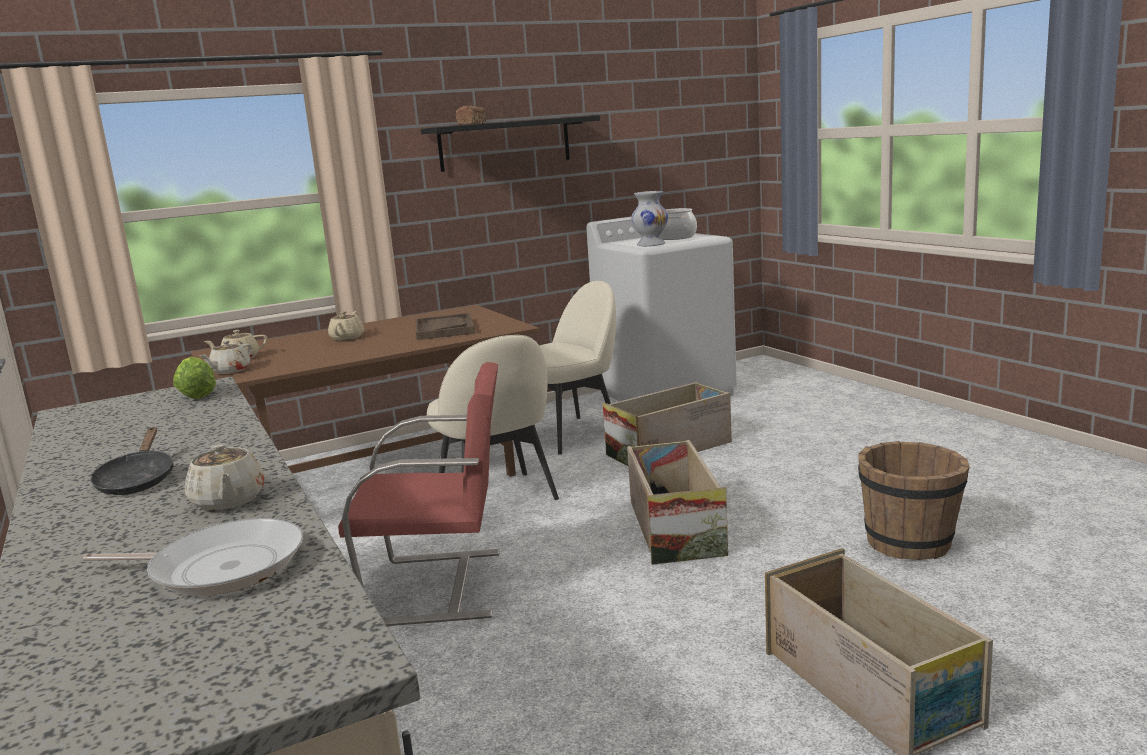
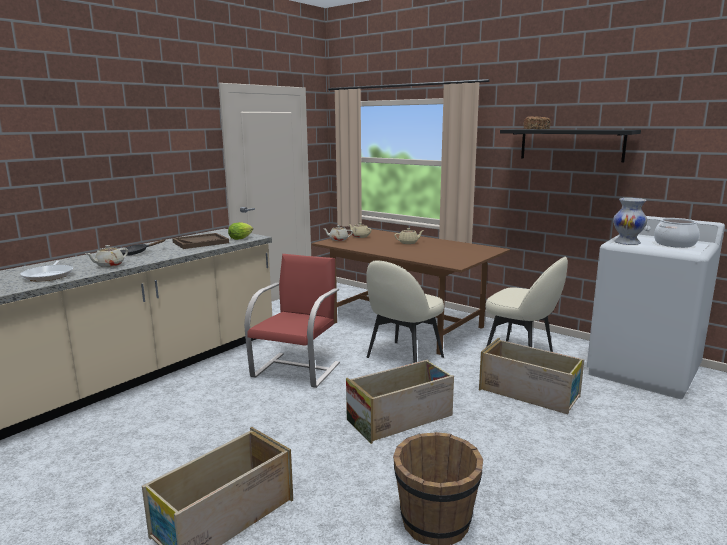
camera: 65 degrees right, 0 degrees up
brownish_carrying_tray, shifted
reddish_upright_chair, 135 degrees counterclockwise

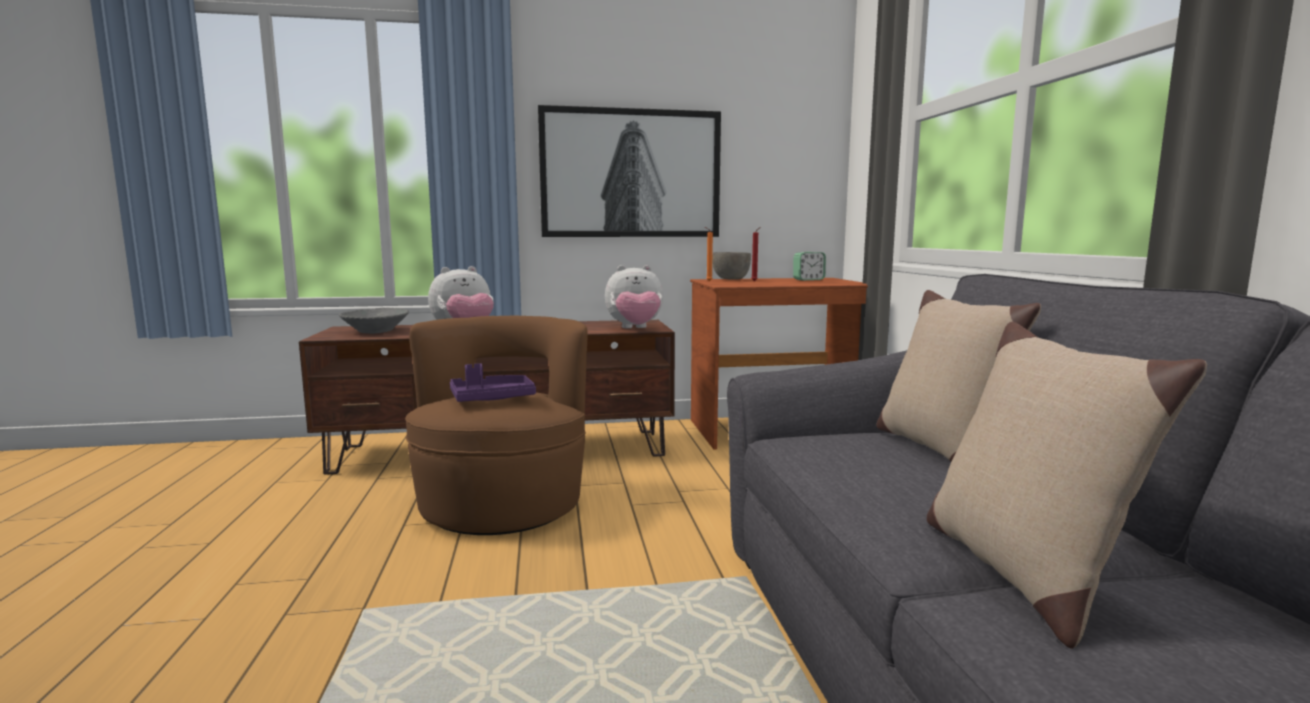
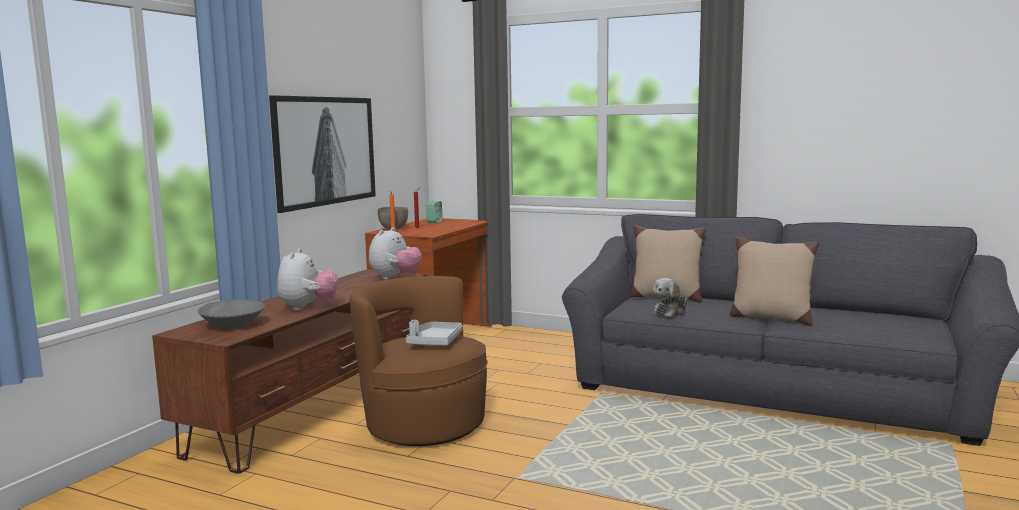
camera: 55 degrees left, 0 degrees up
purple_carrying_tray -> greyish_carrying_tray
none -> cuddly_toy (no. 3 from left)

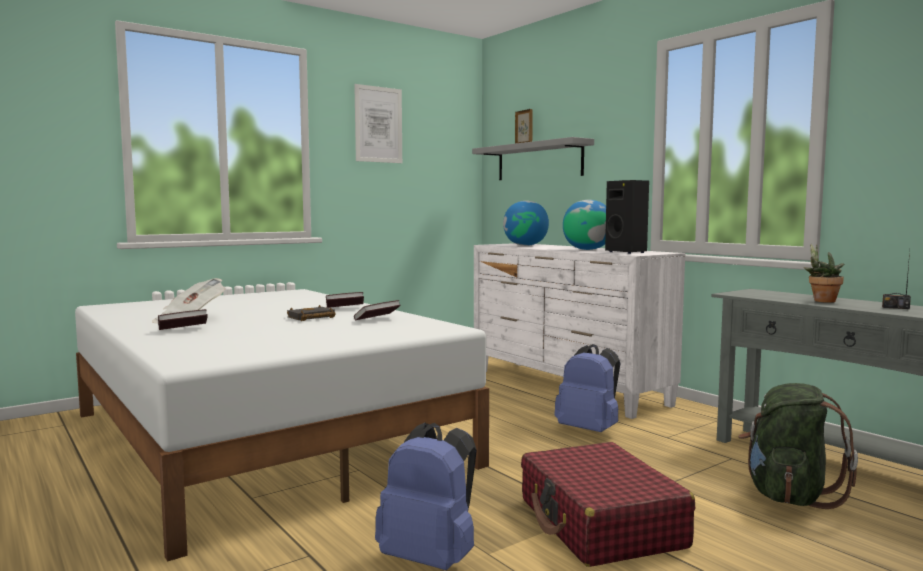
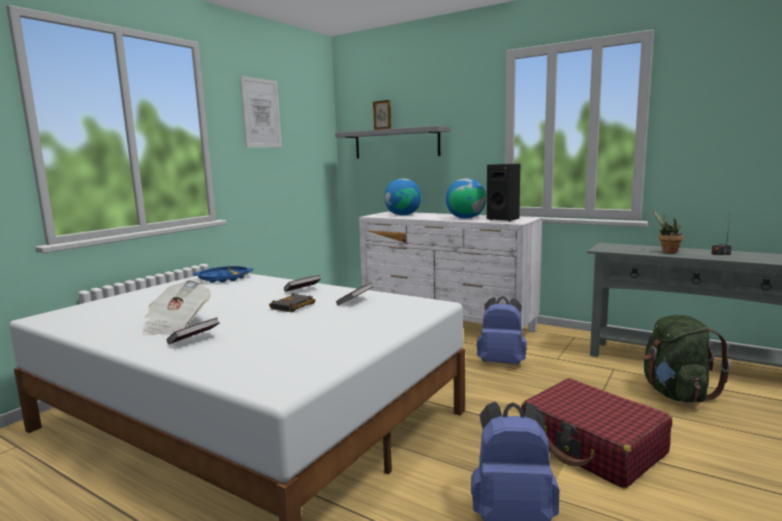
camera: 20 degrees left, 5 degrees up
none -> blue_carrying_tray

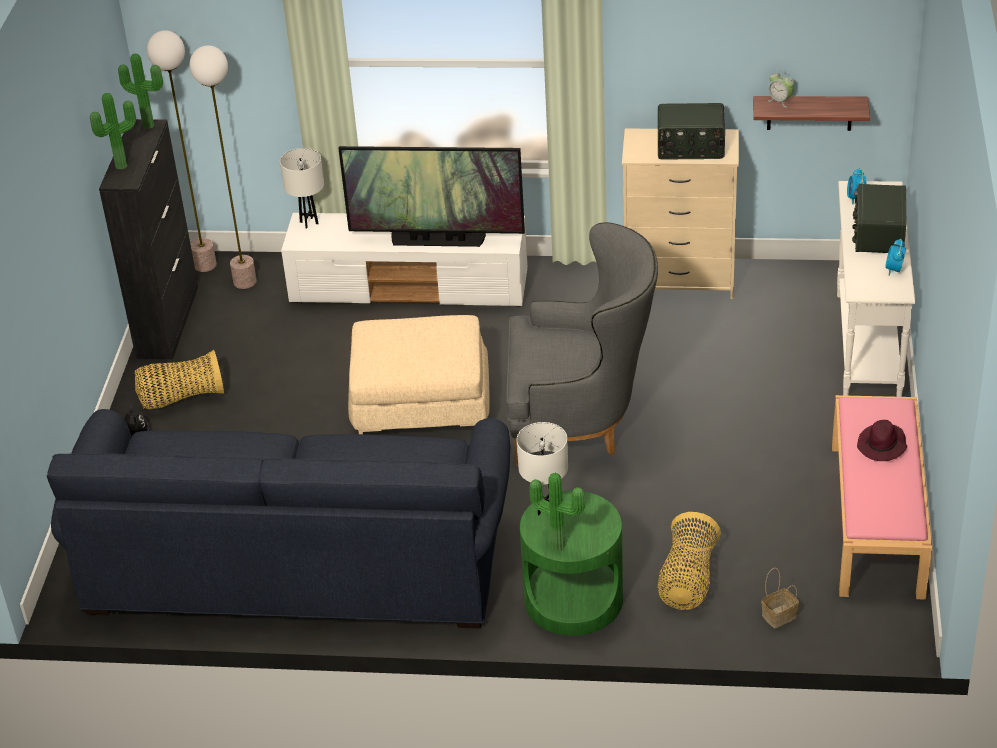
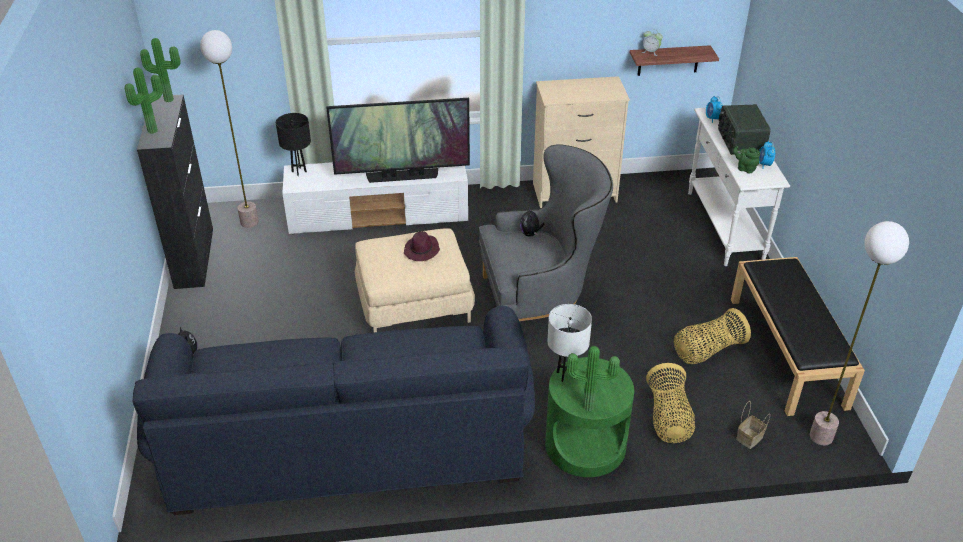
camera: 15 degrees left, 0 degrees up
white_table_lamp (no. 1 from left) -> black_table_lamp
purple_clothing_hat, shifted
none -> cuddly_toy (no. 2 from left)
storage_basket (no. 1 from left in the first image) -> storage_basket (no. 2 from left), shifted
pink-coloured_long_seat -> black_long_seat
none -> green_teapot
floor_lamp (no. 1 from left in the first image) -> floor_lamp (no. 2 from left), shifted
radio_receiver (no. 1 from left) -> none

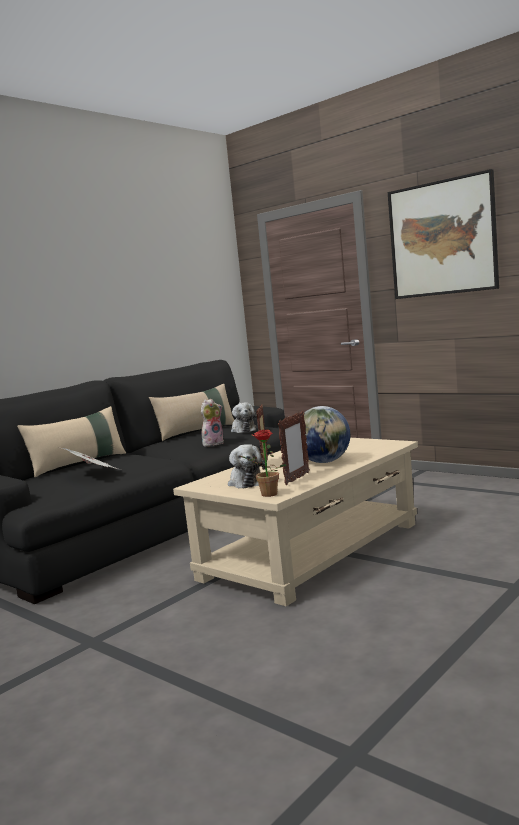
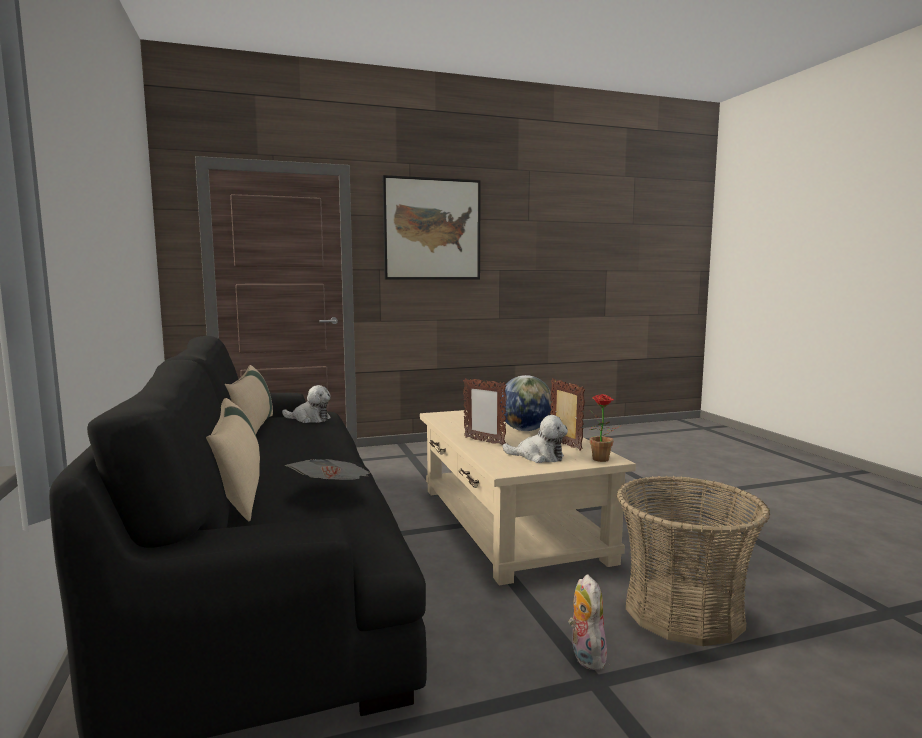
camera: 60 degrees left, 0 degrees up
cuddly_toy (no. 1 from left in the first image) -> cuddly_toy (no. 3 from left), shifted
none -> storage_basket

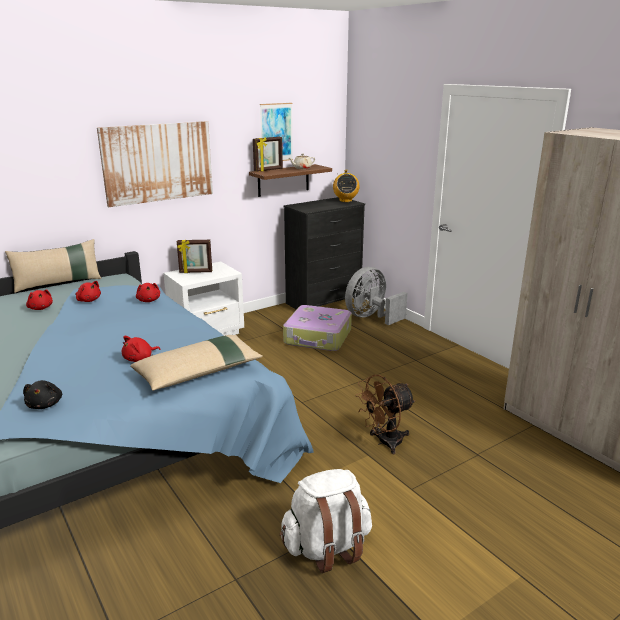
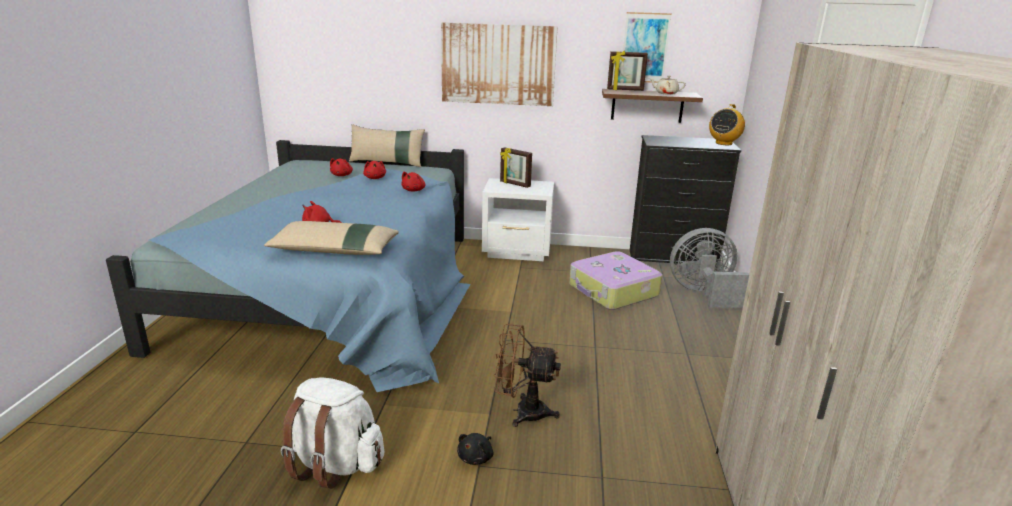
camera: 40 degrees right, 0 degrees up
black_cuddly_toy, shifted

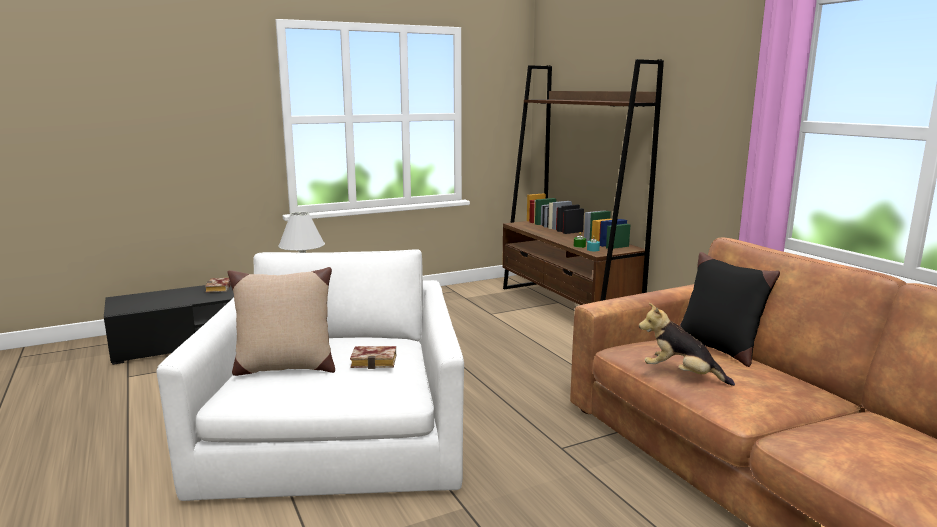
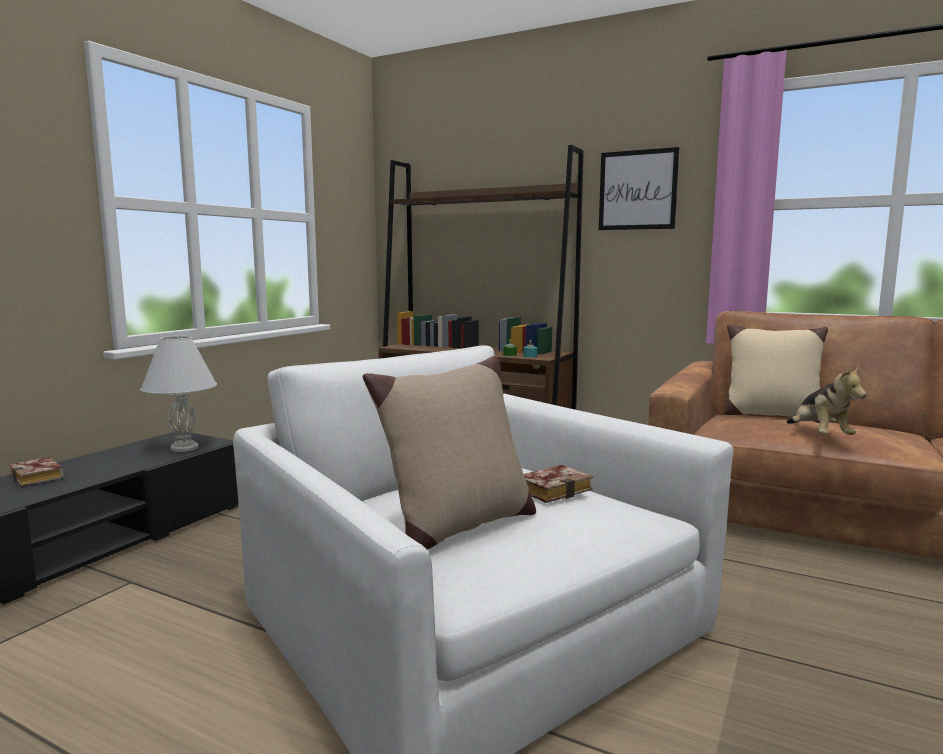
camera: 35 degrees left, 5 degrees down
none -> picture
black_throw_pillow -> beige-coloured_throw_pillow (no. 2 from left)
cuddly_toy, 90 degrees counterclockwise

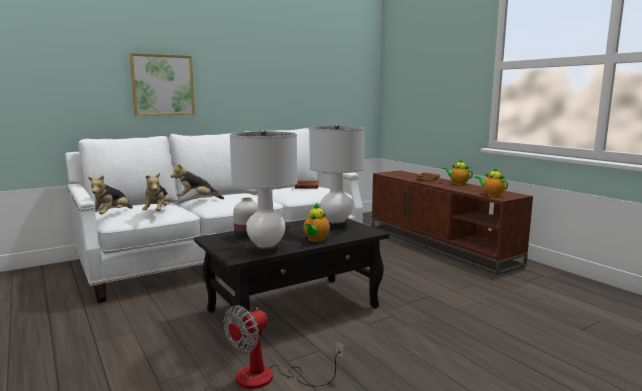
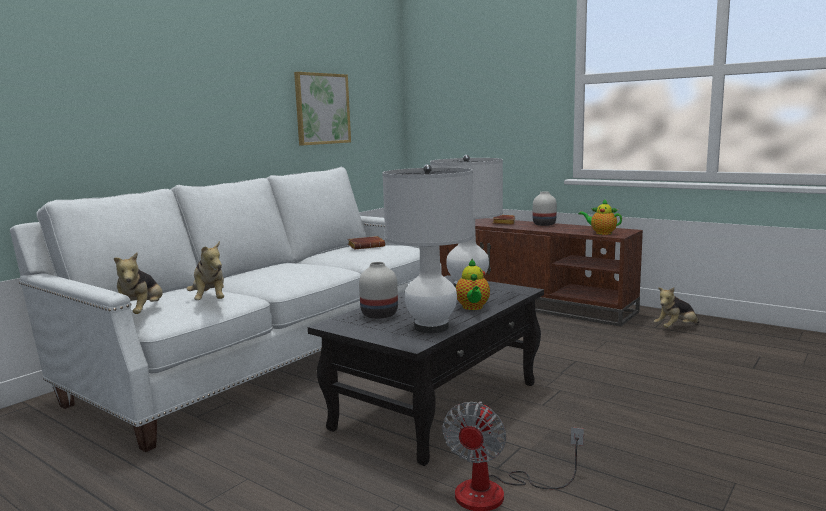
camera: 20 degrees left, 0 degrees up
picture, shifted
teapot (no. 2 from left) -> white_decorative_vase (no. 2 from left)
cuddly_toy (no. 3 from left), shifted

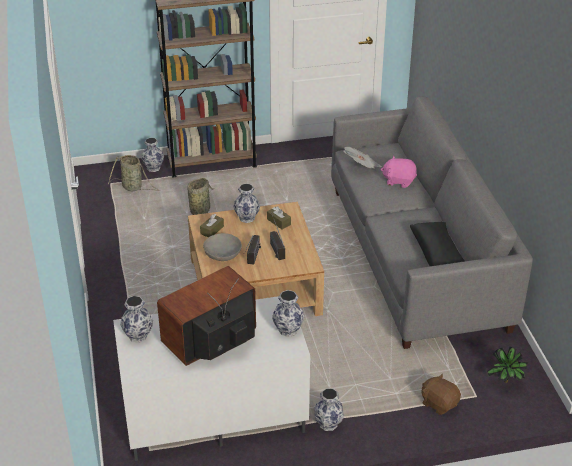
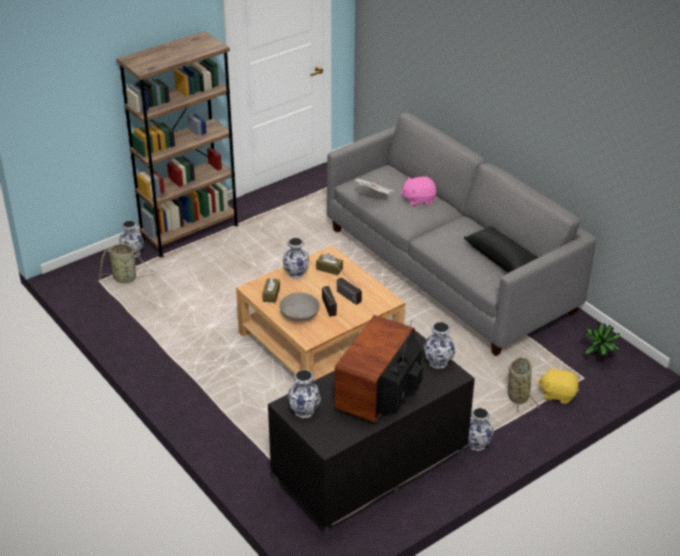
camera: 25 degrees left, 0 degrees up
white_tv_unit -> black_tv_unit
storage_basket (no. 2 from left), shifted
brownish_cuddly_toy -> yellow_cuddly_toy

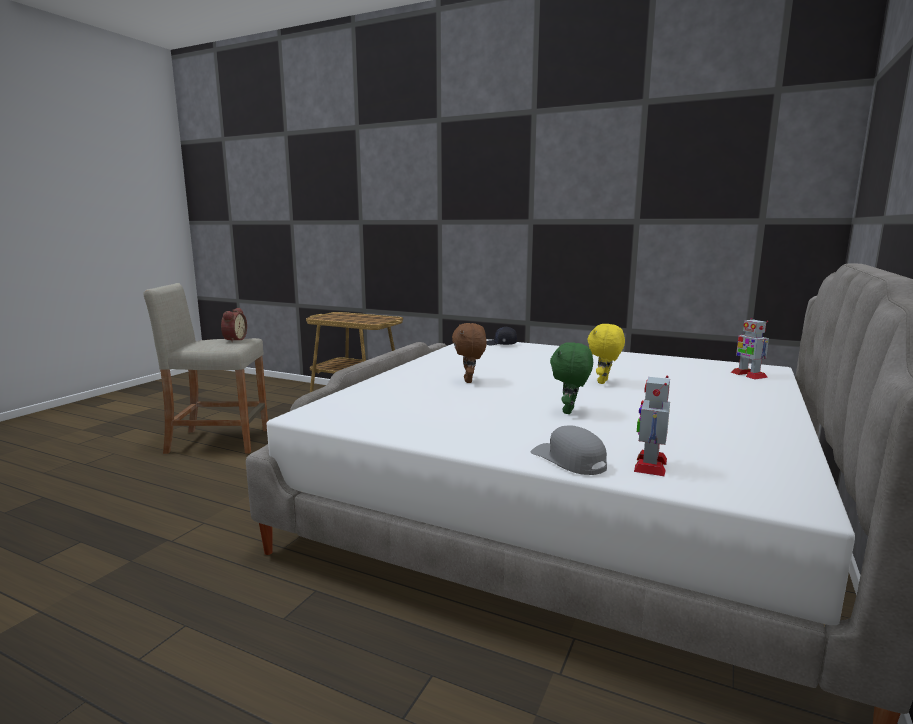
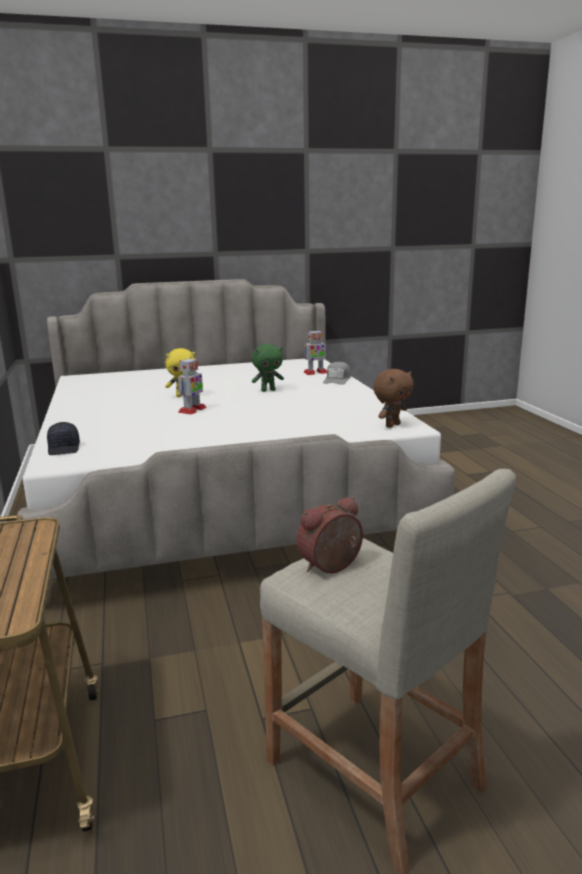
camera: 130 degrees left, 5 degrees up
model_robot (no. 2 from left in the first image) -> model_robot (no. 1 from left), shifted
brownish_cuddly_toy, shifted

